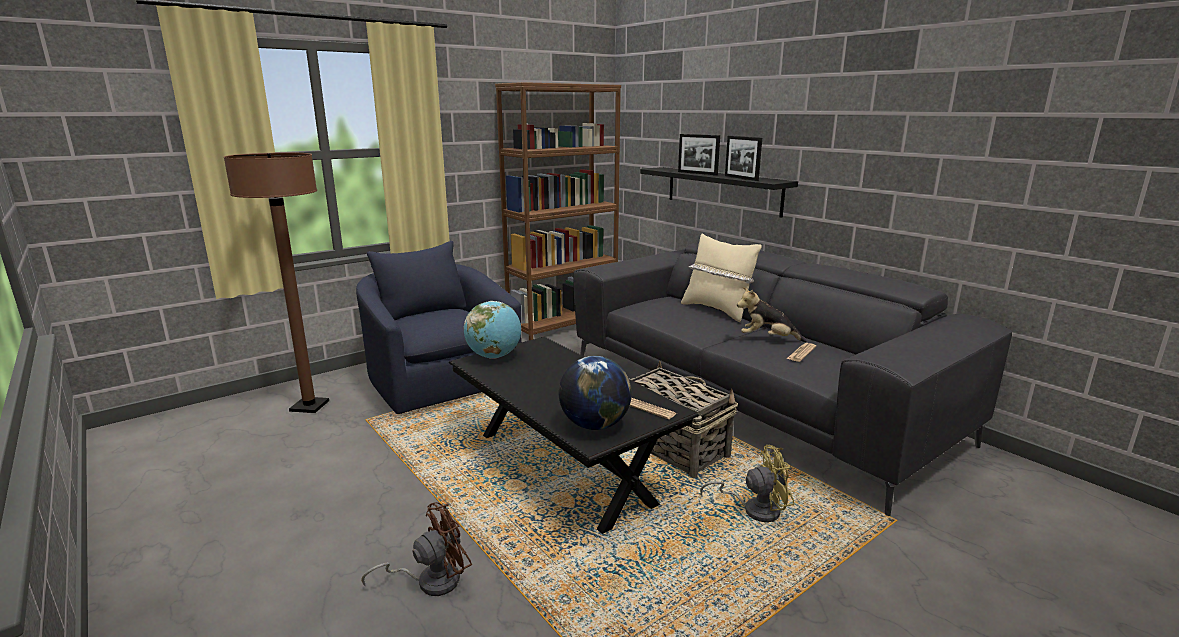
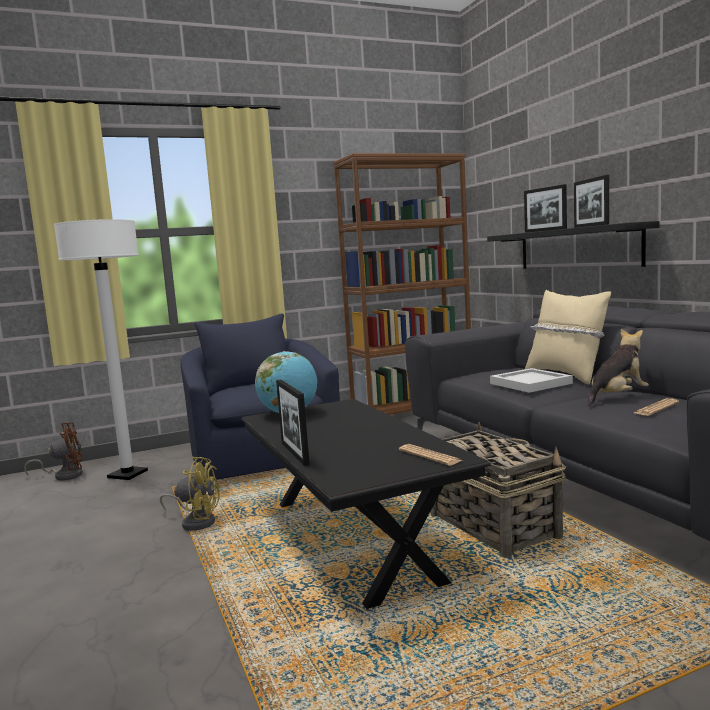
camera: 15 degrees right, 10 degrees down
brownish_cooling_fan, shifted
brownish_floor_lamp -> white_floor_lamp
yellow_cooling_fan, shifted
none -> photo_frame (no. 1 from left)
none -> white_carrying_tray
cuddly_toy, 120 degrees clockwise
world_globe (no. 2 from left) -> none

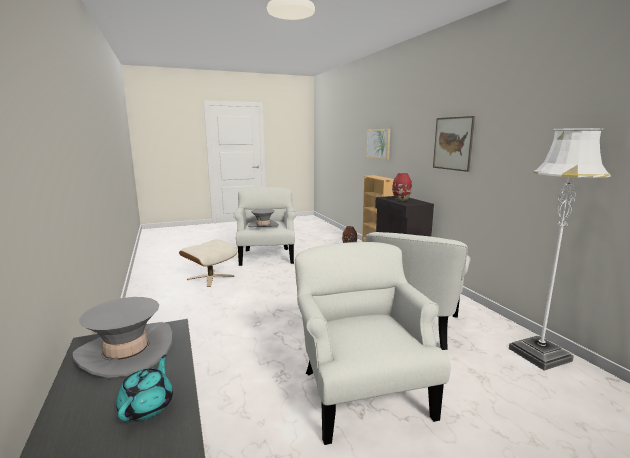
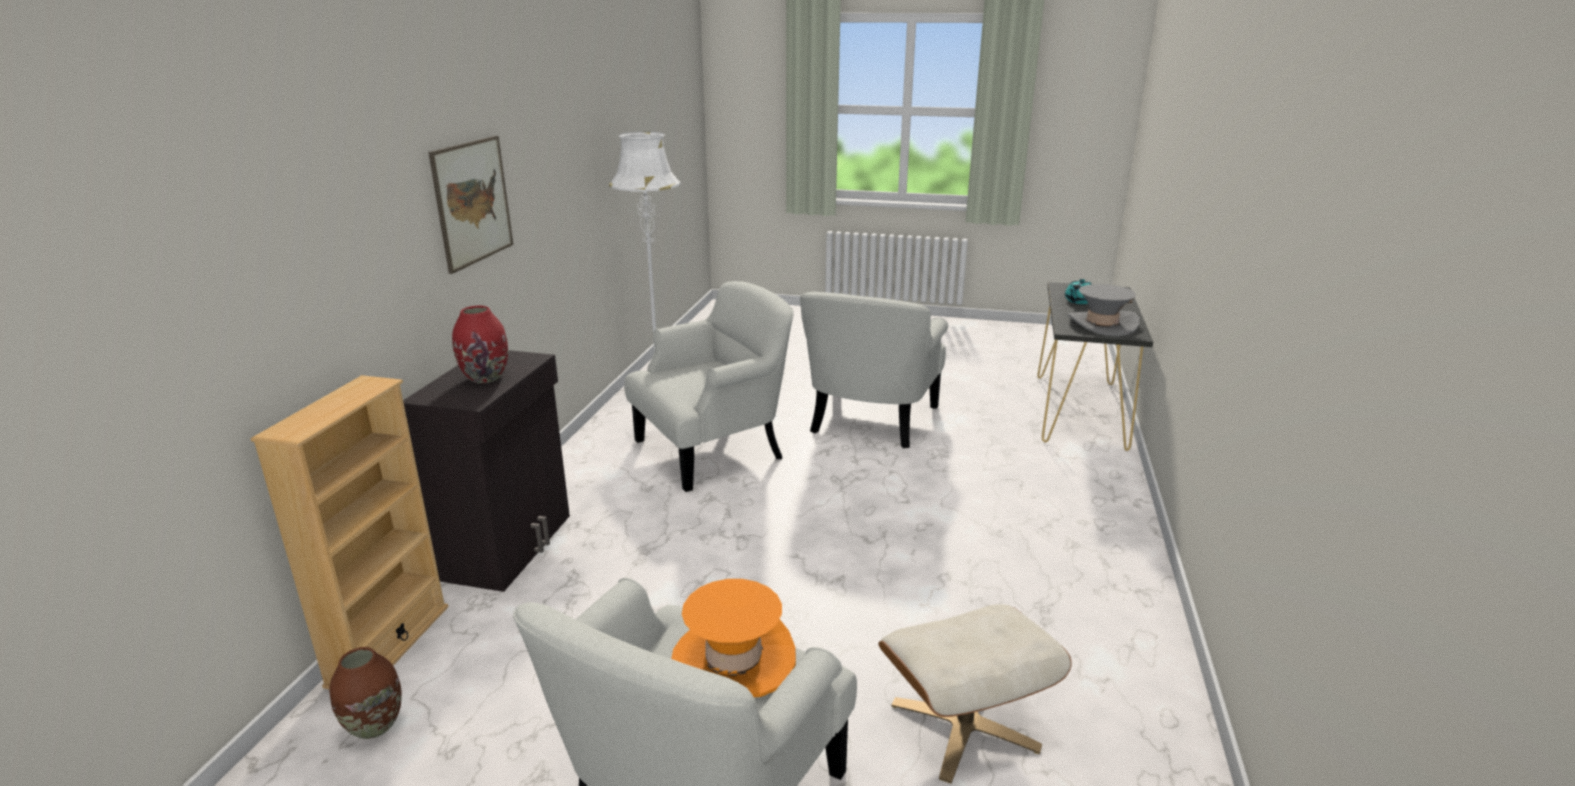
camera: 145 degrees left, 10 degrees up
greyish_clothing_hat (no. 2 from left) -> orangey_clothing_hat
picture (no. 1 from left) -> none

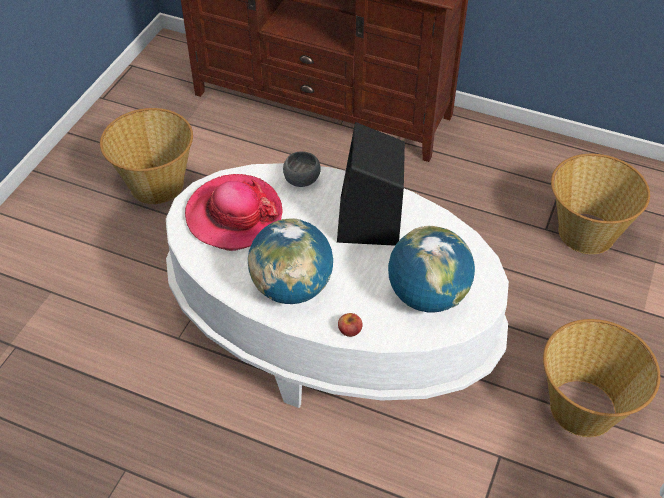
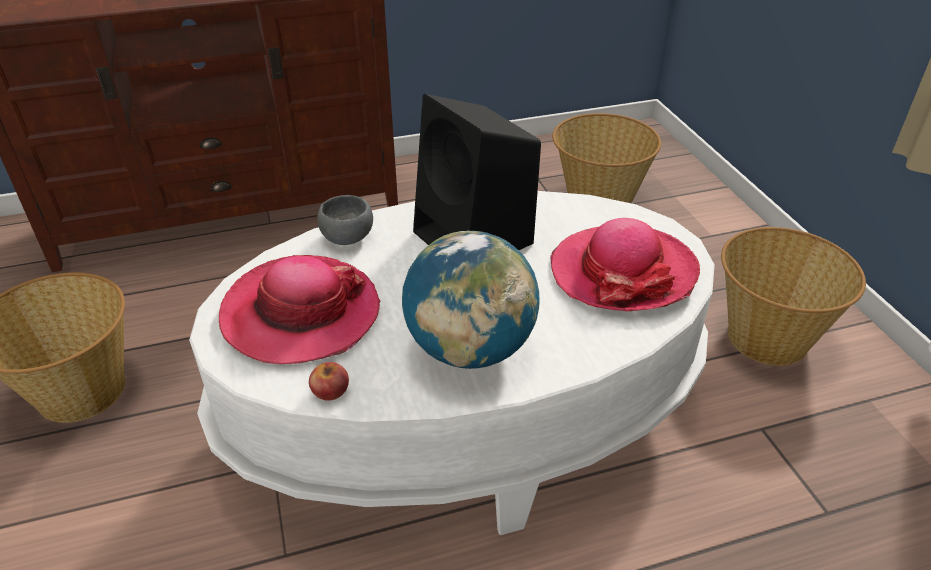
camera: 40 degrees left, 10 degrees down
apple, shifted
world_globe (no. 2 from left) -> clothing_hat (no. 2 from left)

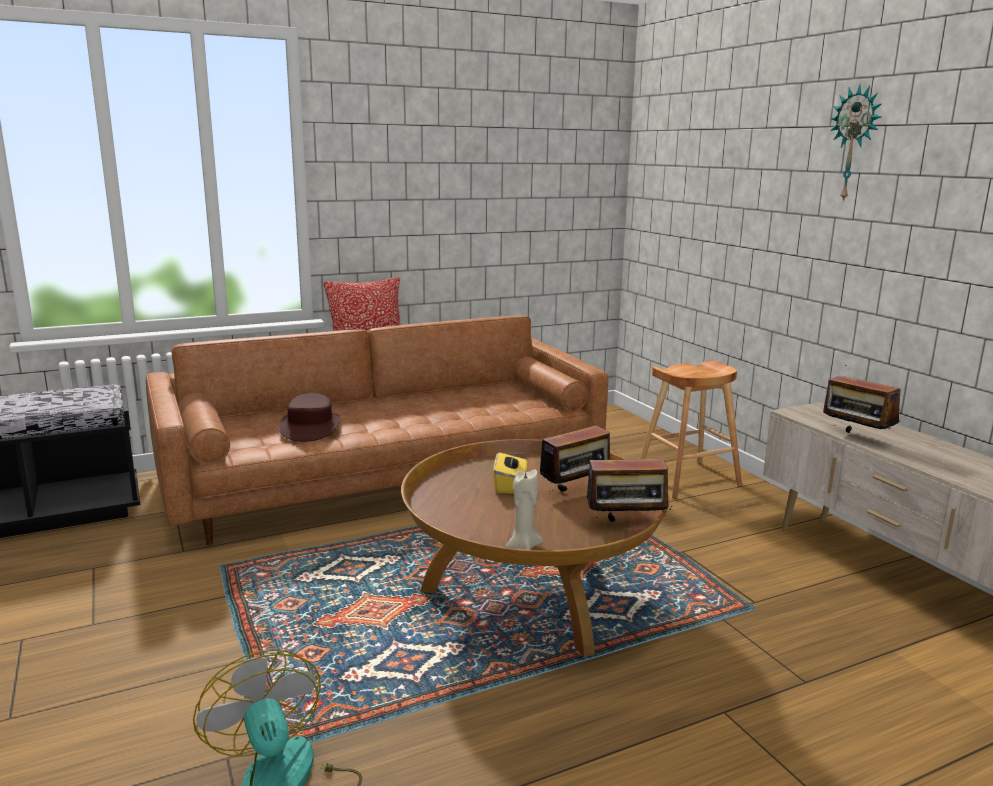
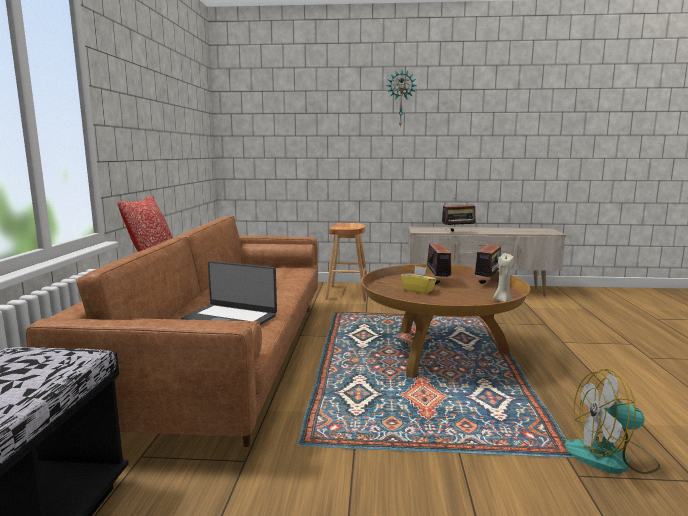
camera: 60 degrees left, 5 degrees down
brownish_clothing_hat -> laptop

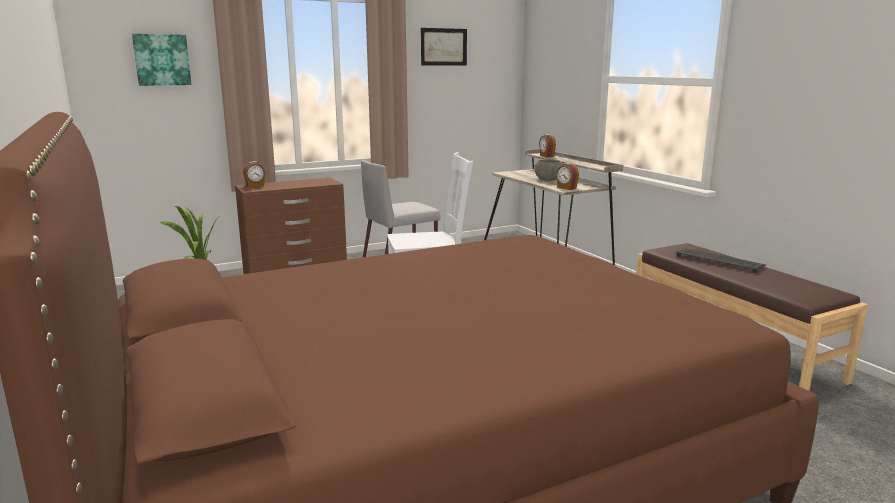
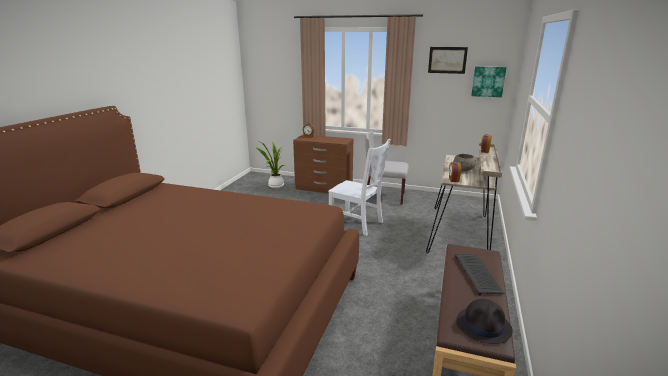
camera: 45 degrees right, 5 degrees up
none -> black_clothing_hat
picture (no. 1 from left in the first image) -> picture (no. 2 from left), shifted

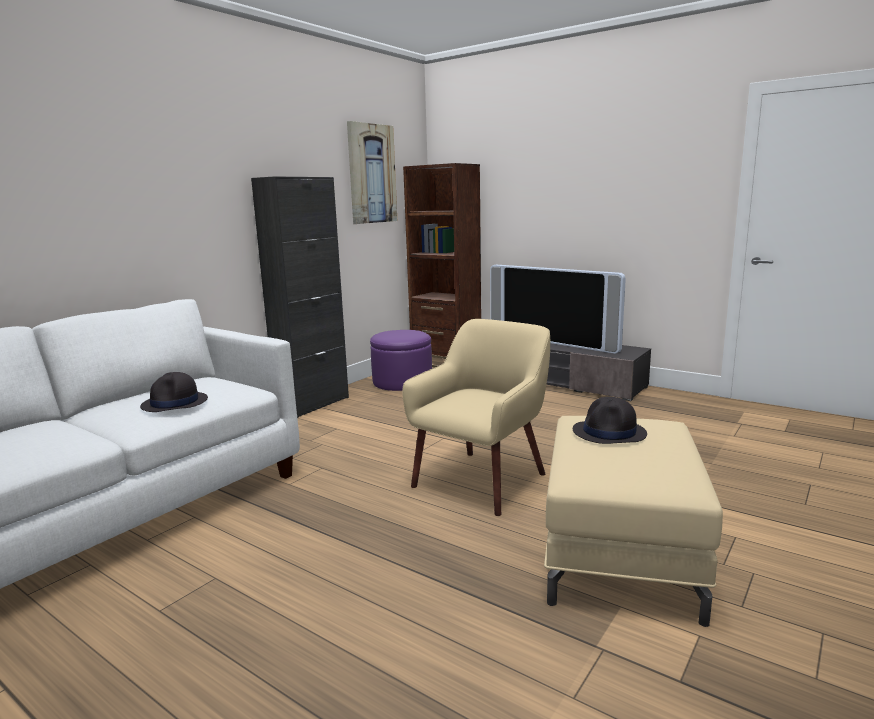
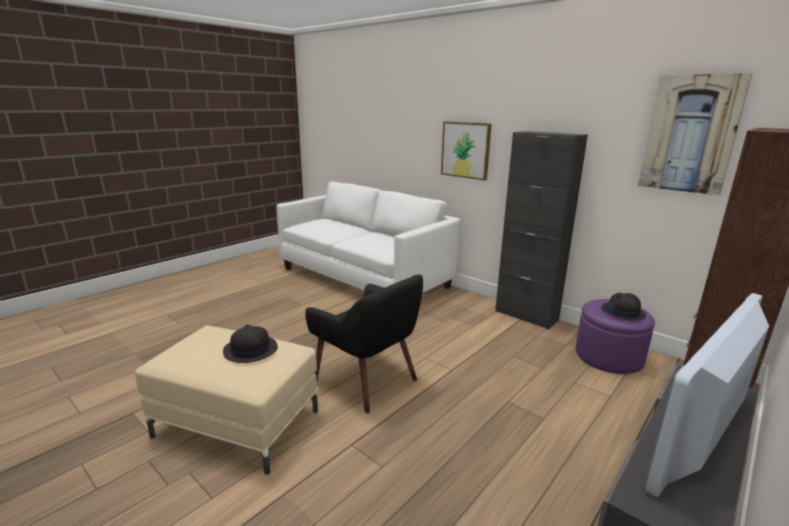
camera: 95 degrees right, 5 degrees up
beige-coloured_armchair -> black_armchair
none -> picture (no. 1 from left)
black_clothing_hat (no. 1 from left in the first image) -> black_clothing_hat (no. 2 from left), shifted

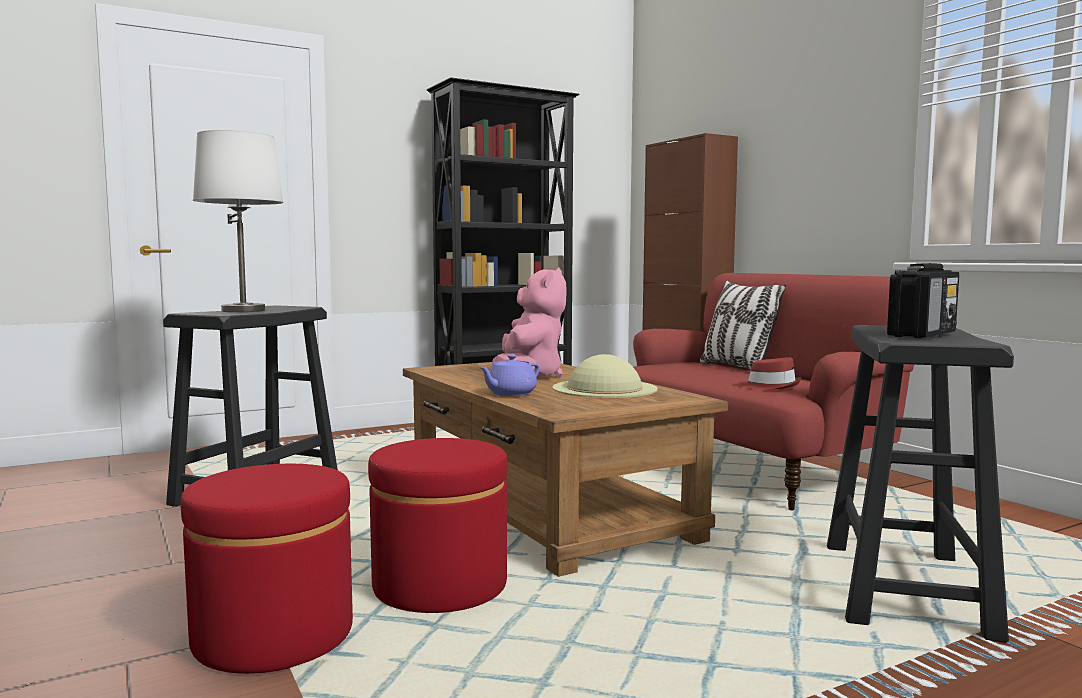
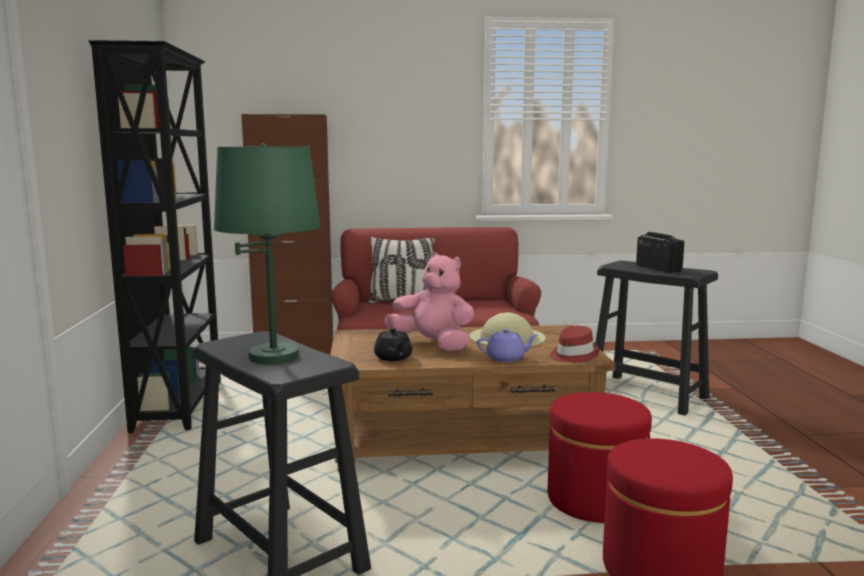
camera: 65 degrees left, 5 degrees up
white_table_lamp -> green_table_lamp
none -> black_teapot
purple_teapot, 75 degrees counterclockwise
reddish_clothing_hat, shifted

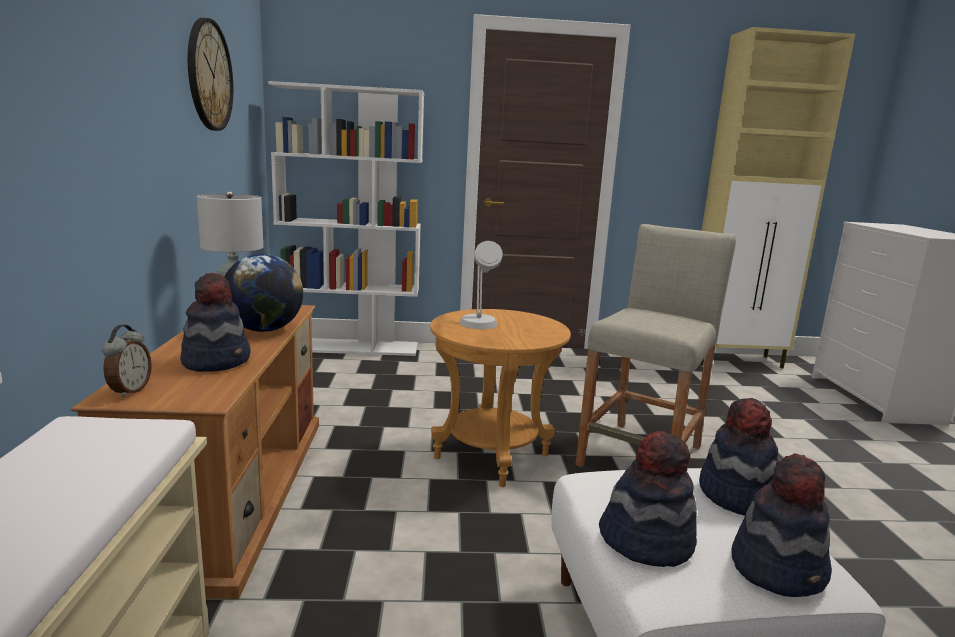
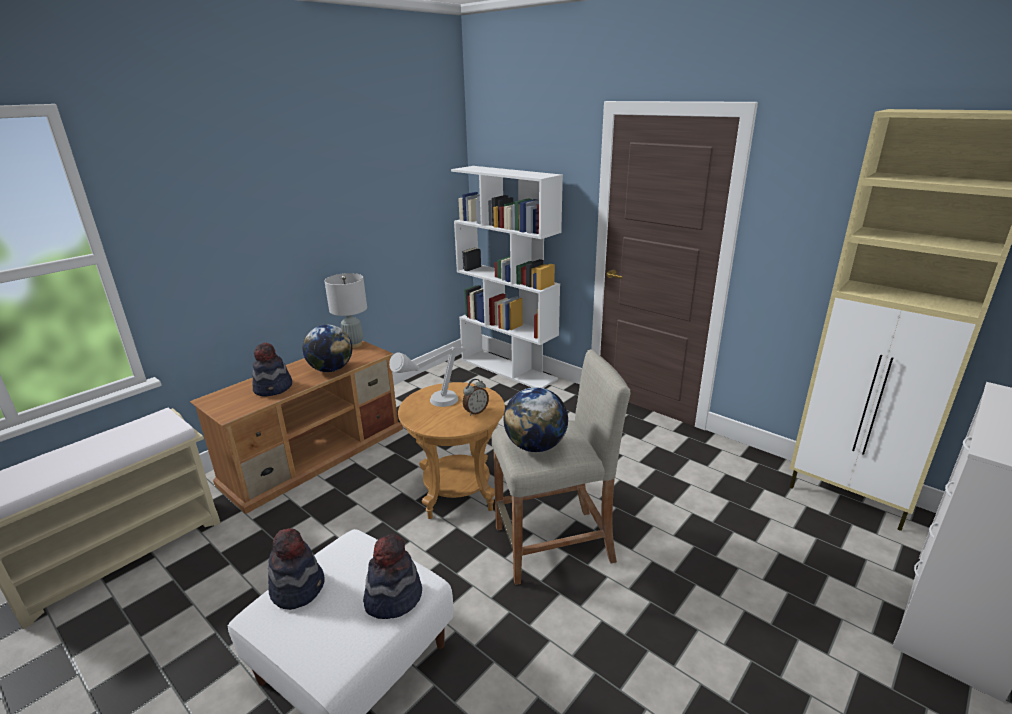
camera: 45 degrees right, 10 degrees up
bedside_clock, shifted
none -> world_globe (no. 2 from left)
wall_clock -> none
clothing_hat (no. 4 from left) -> none

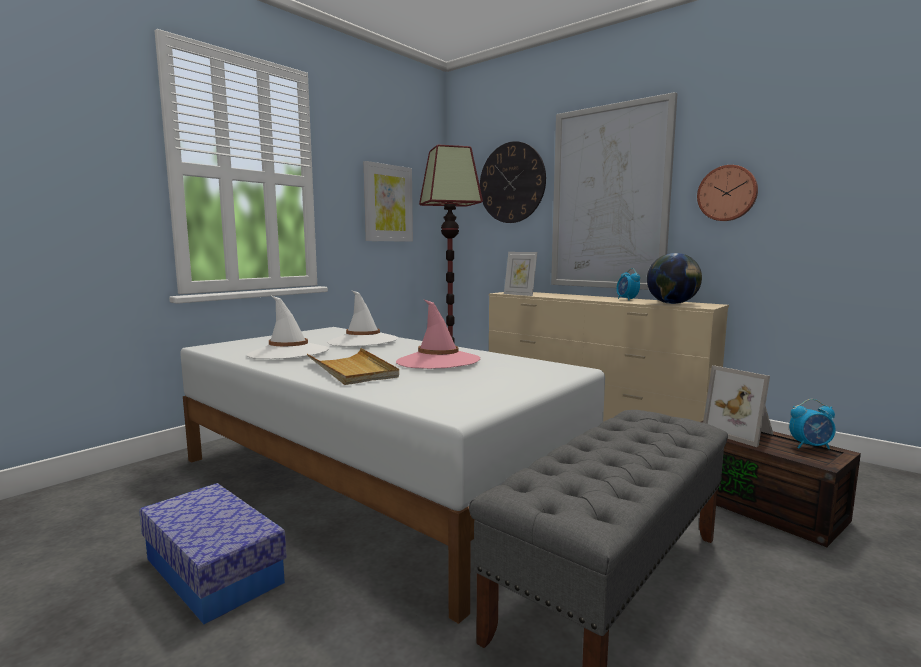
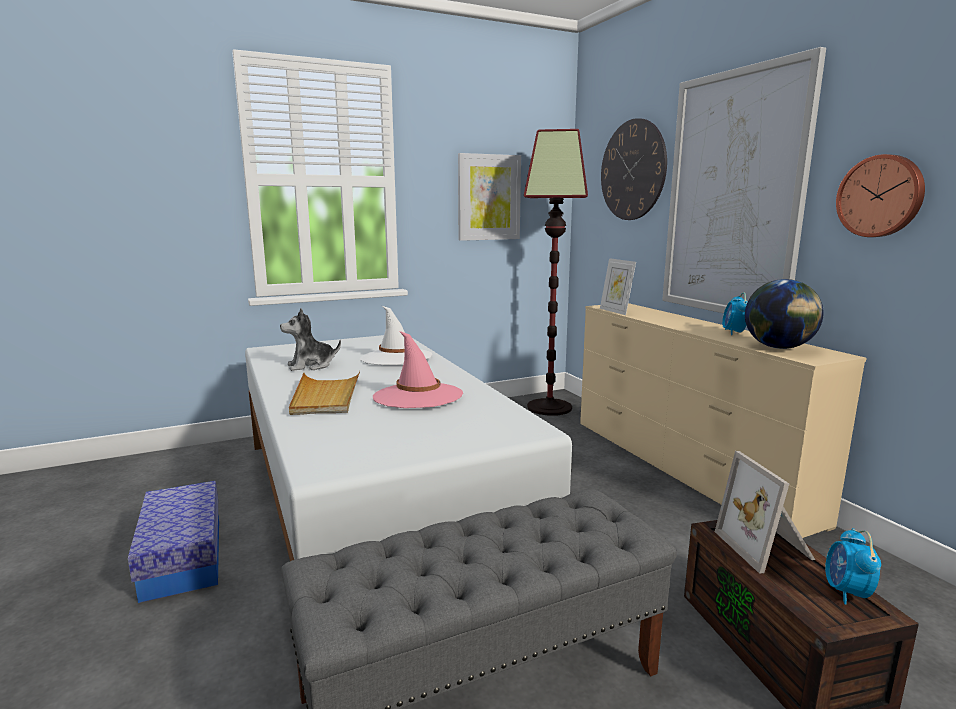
camera: 25 degrees right, 5 degrees up
white_clothing_hat (no. 1 from left) -> cuddly_toy
bedside_clock (no. 2 from left), 75 degrees clockwise

